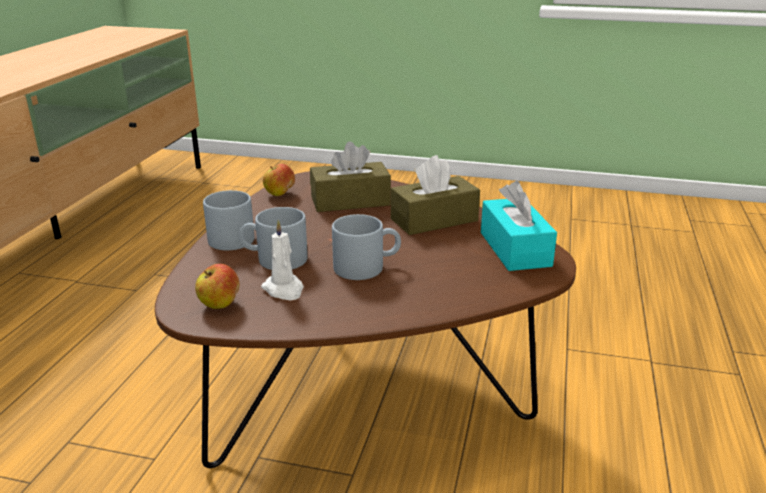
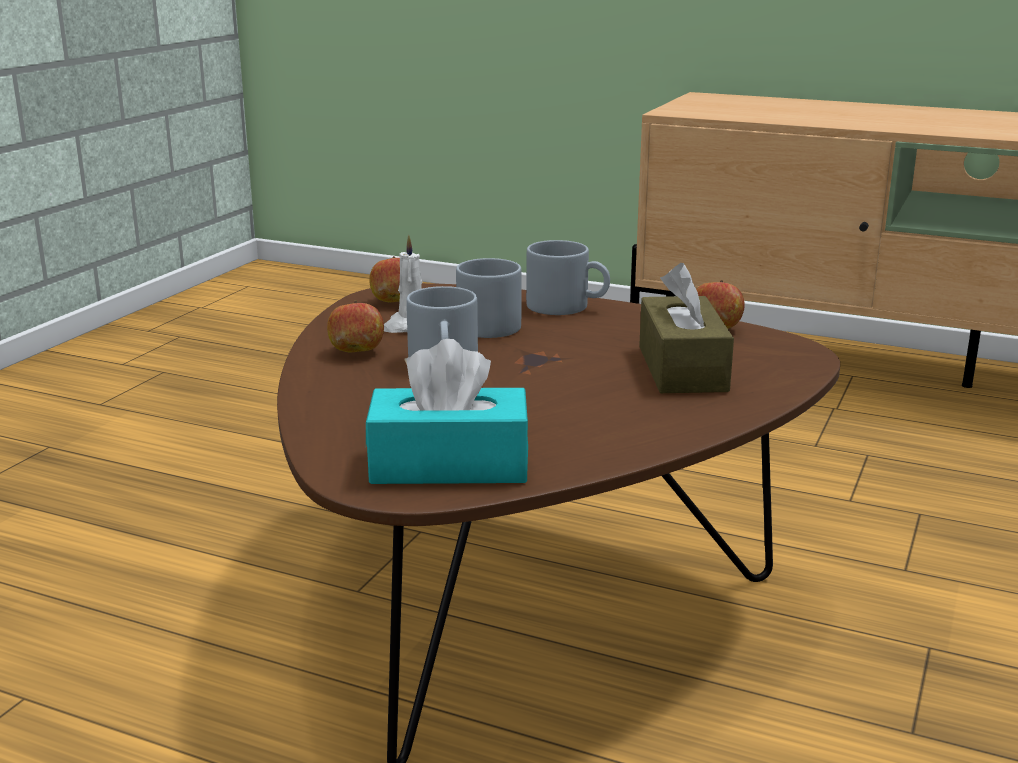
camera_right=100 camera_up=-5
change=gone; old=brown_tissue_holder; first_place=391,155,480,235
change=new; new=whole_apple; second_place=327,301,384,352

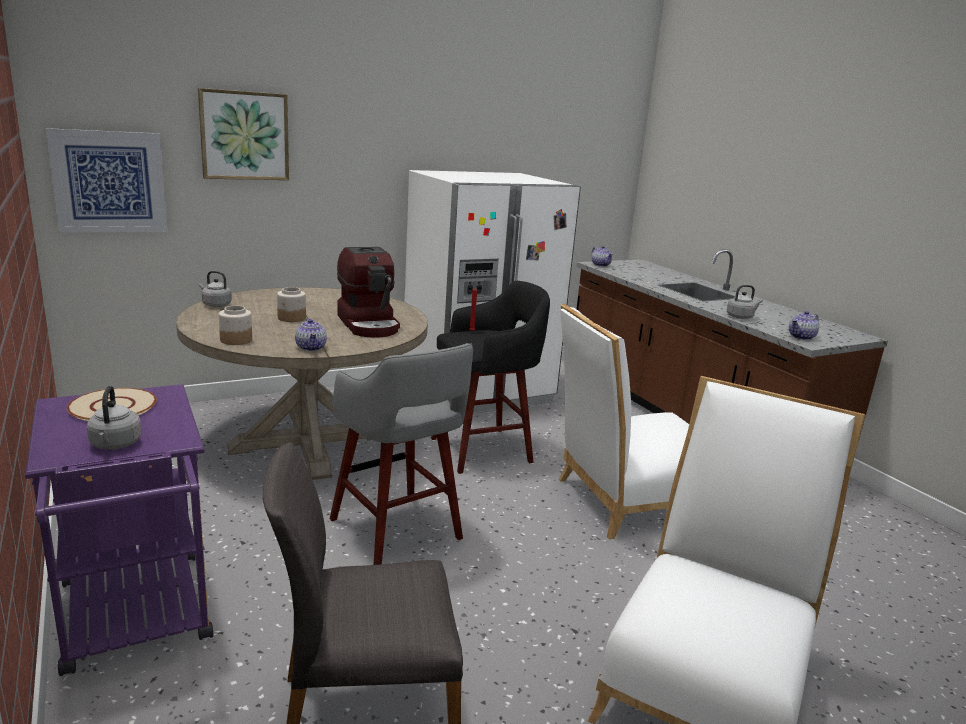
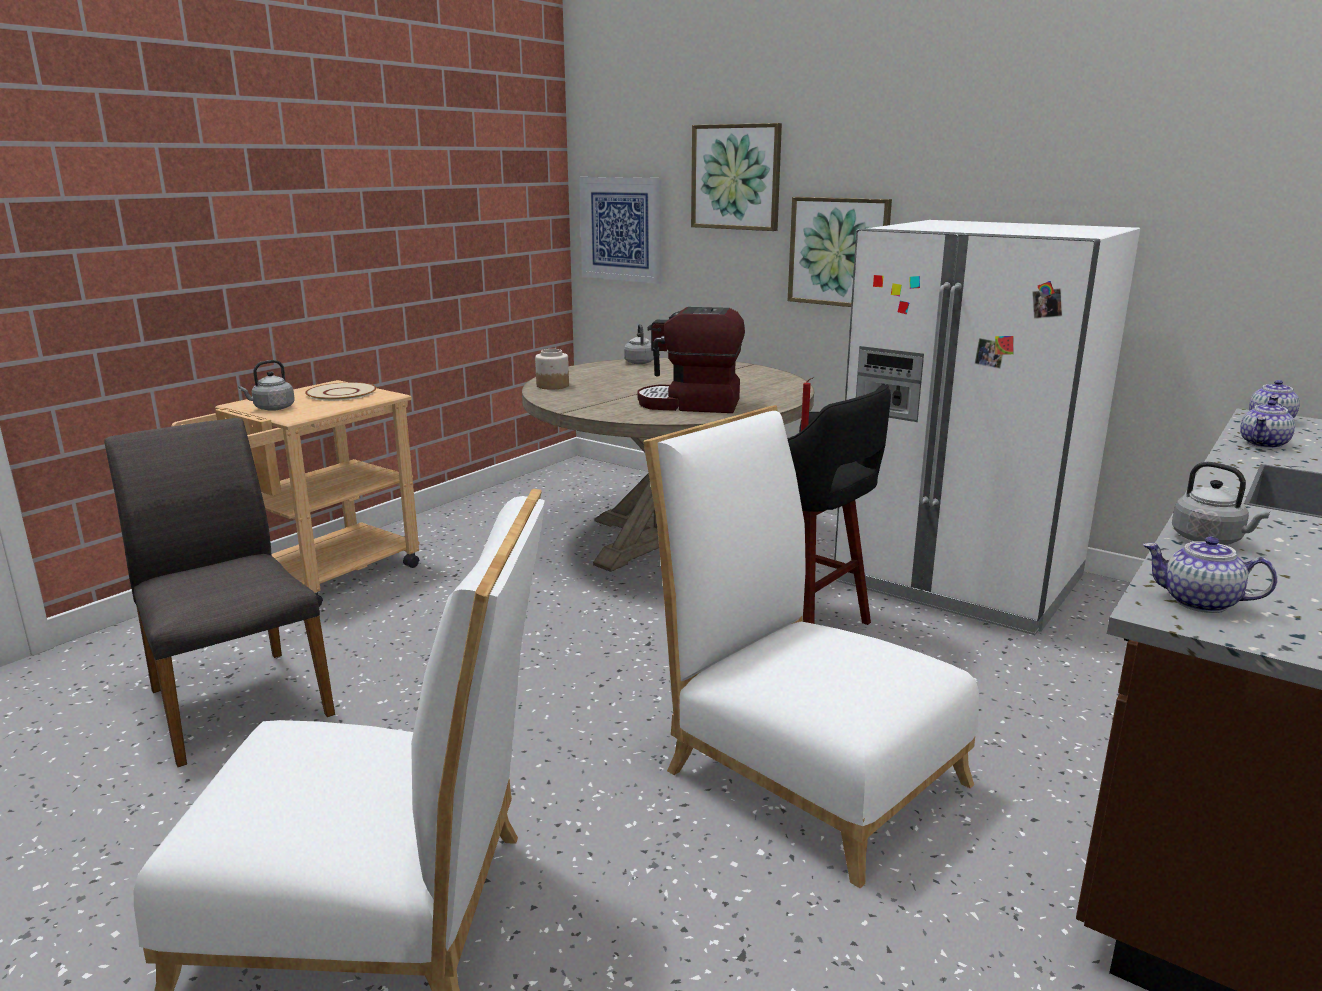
camera_right=65 camera_up=0
change=repainted; old=purple_wheeled_cart; new=sand-coloured_wheeled_cart; first_place=25,384,213,676; second_place=171,380,420,607
change=gone; old=preserve_jar; first_place=277,287,306,322
change=shifted; old=tea_pot; first_place=295,319,327,351; second_place=1240,400,1295,448
change=gone; old=grey_stool_seat; first_place=330,343,473,565
change=rotated; old=coffee_brewer; first_place=337,247,400,338; second_place=637,307,745,413; degrees=60
change=new; new=wall_art; second_place=788,197,892,307

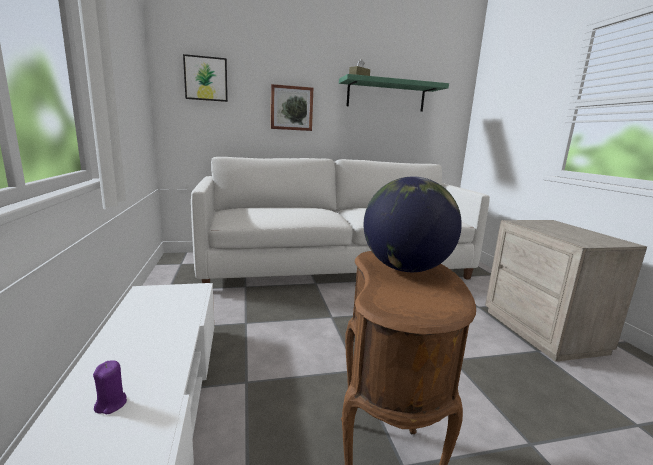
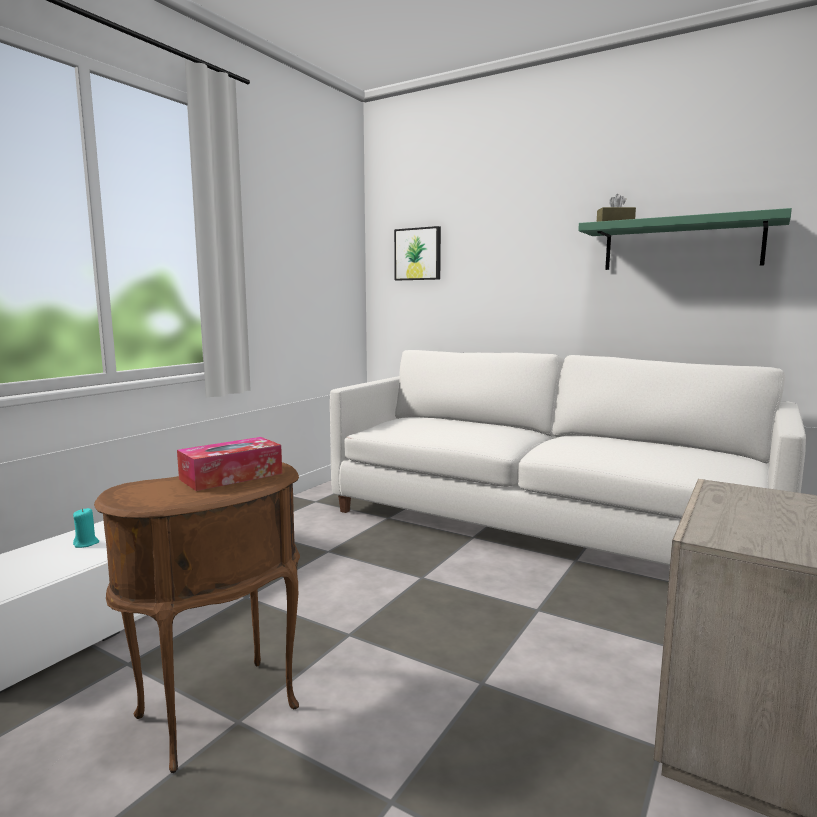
camera_right=45 camera_up=-5
change=repainted; old=purple_wax_light; new=turquoise_wax_light; first_place=93,360,127,414; second_place=73,508,99,548
change=gone; old=wall_art; first_place=271,84,313,131
change=swapped; old=globe; new=tissue_holder; first_place=364,177,462,272; second_place=177,437,282,491

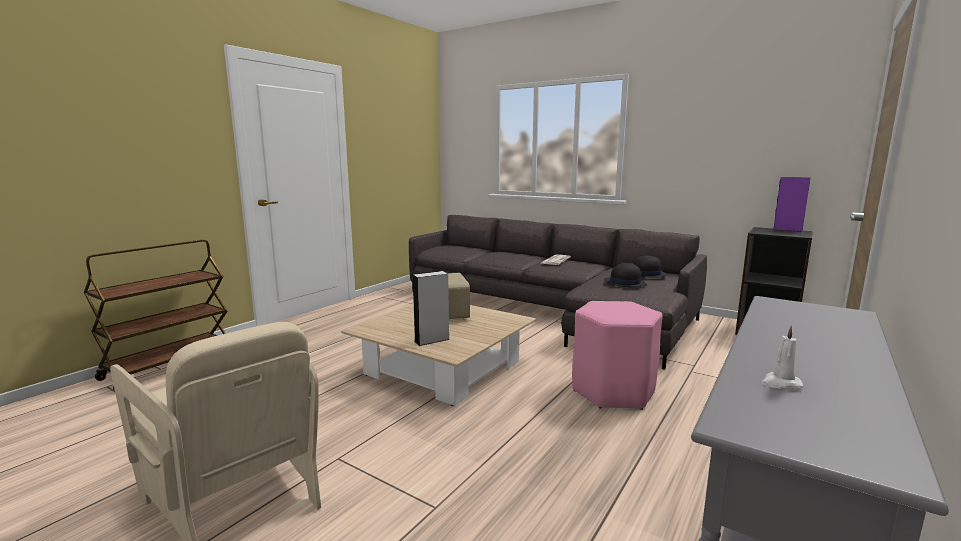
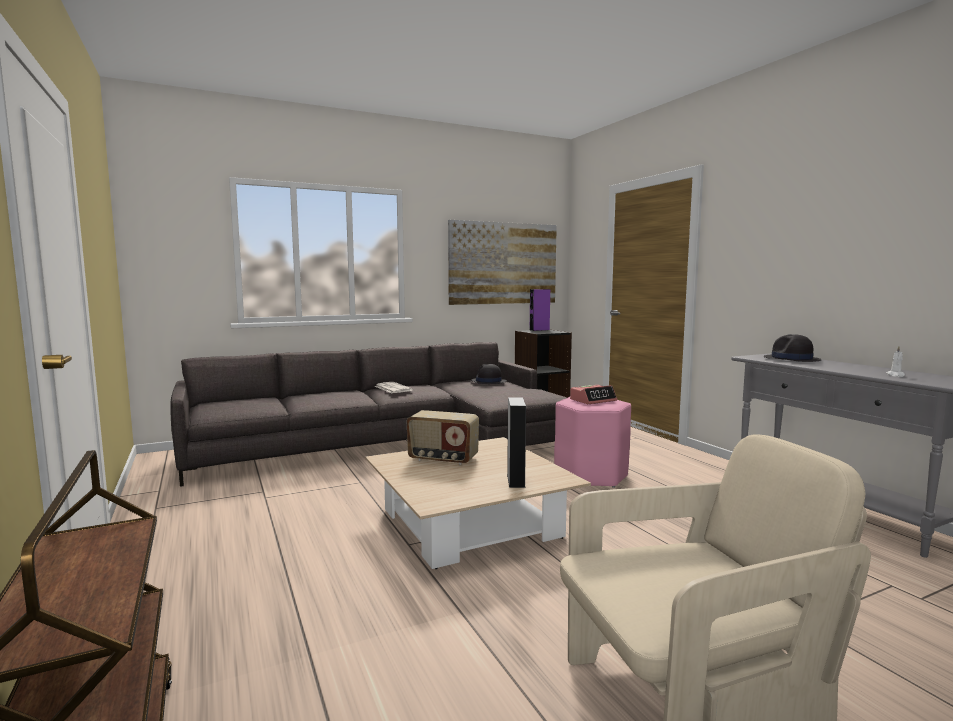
camera_right=-60 camera_up=-5
change=shifted; old=black_wearable_hat; first_place=604,262,647,287; second_place=764,334,822,362
change=new; new=wall_art; second_place=448,220,557,305
change=new; new=alarm_clock; second_place=570,385,617,404

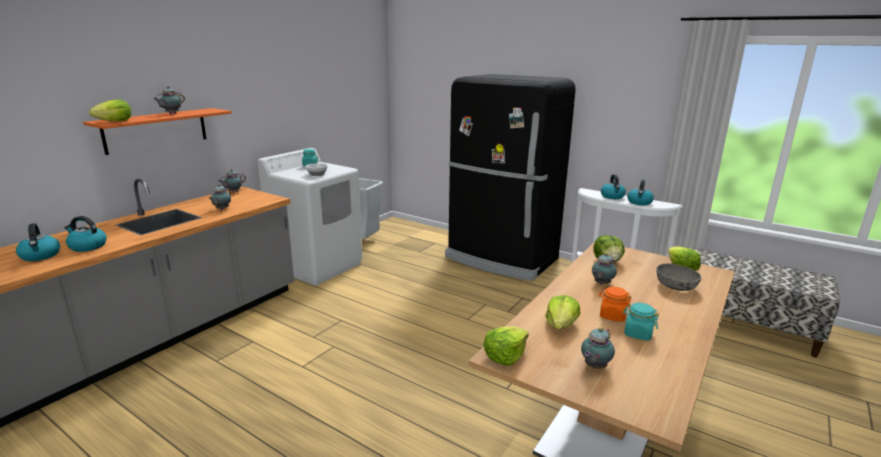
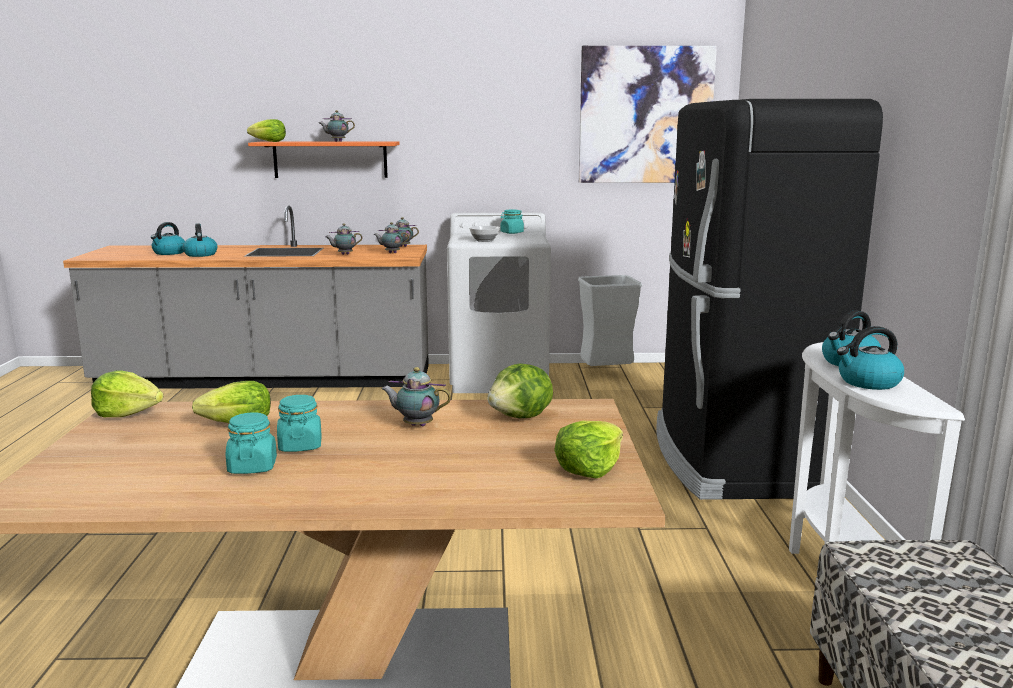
camera_right=55 camera_up=-5
change=shifted; old=tea_pot; first_place=581,327,615,369; second_place=373,222,409,253
change=repainted; old=orange-coloured_preserve_jar; new=turquoise_preserve_jar; first_place=599,287,631,322; second_place=277,395,322,452
change=gone; old=grey_deep_dish; first_place=656,263,701,291
change=new; new=wall_art; second_place=579,46,717,183

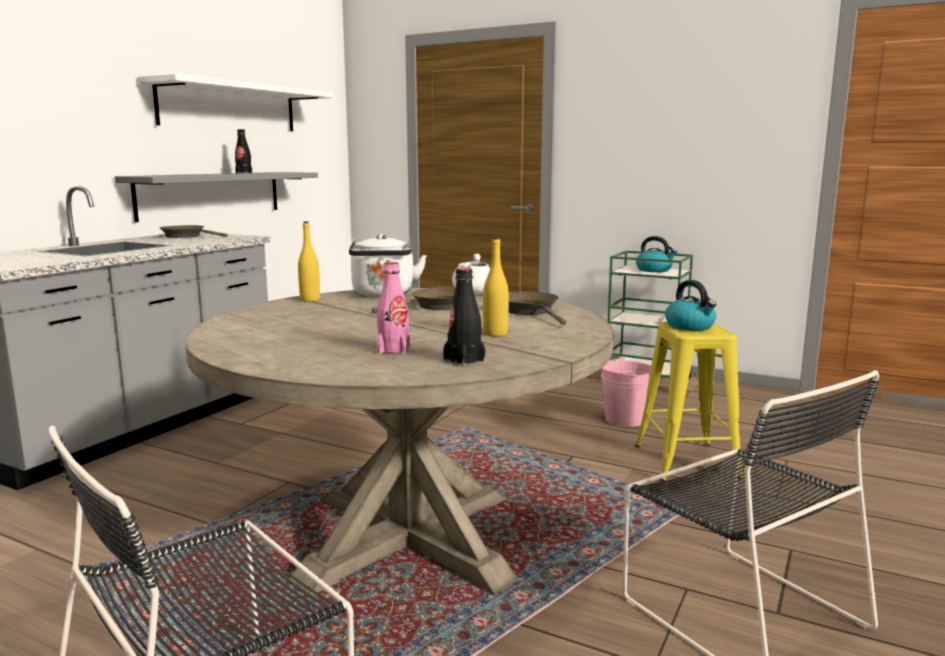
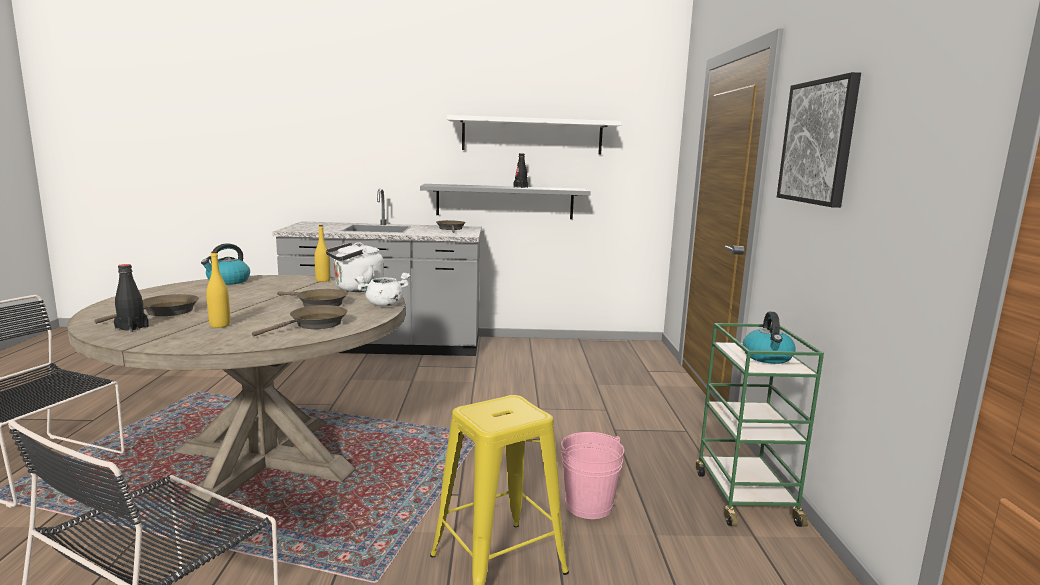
camera_right=60 camera_up=0
change=swapped; old=pink-coloured_beverage_bottle; new=brown_skillet; first_place=377,262,410,354; second_place=94,294,199,324
change=shifted; old=kettle; first_place=665,280,716,331; second_place=201,244,250,285
change=new; new=wall_art; second_place=777,72,861,208

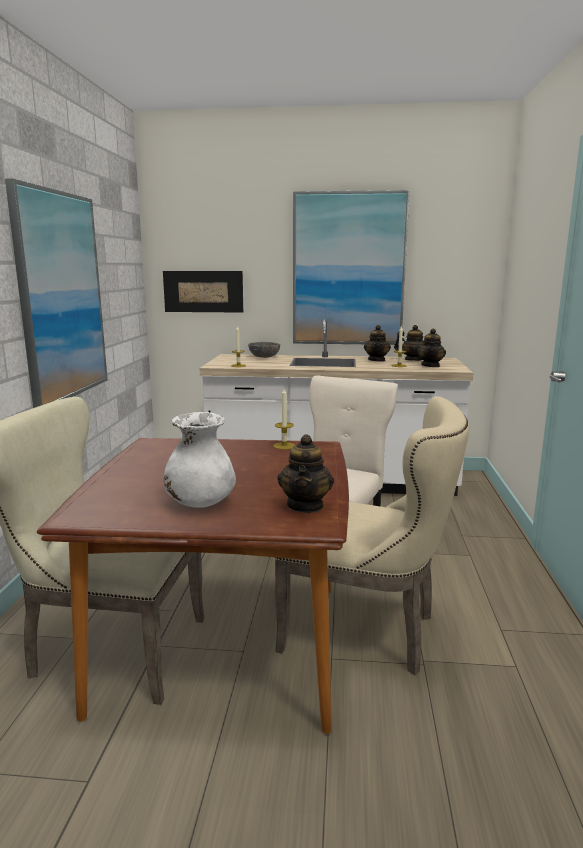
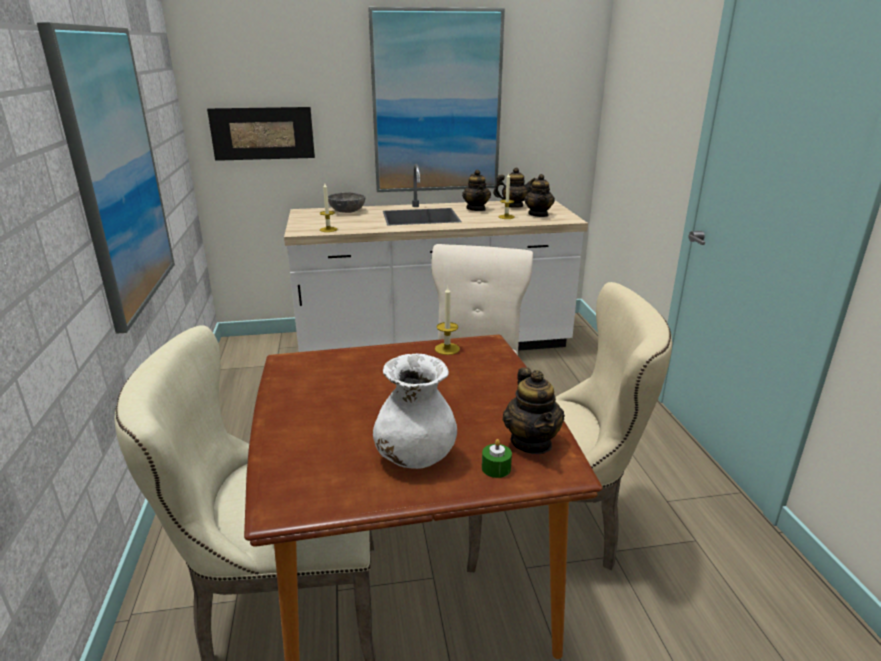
camera_right=-15 camera_up=10
change=new; new=greenish_wax_light; second_place=482,439,512,478

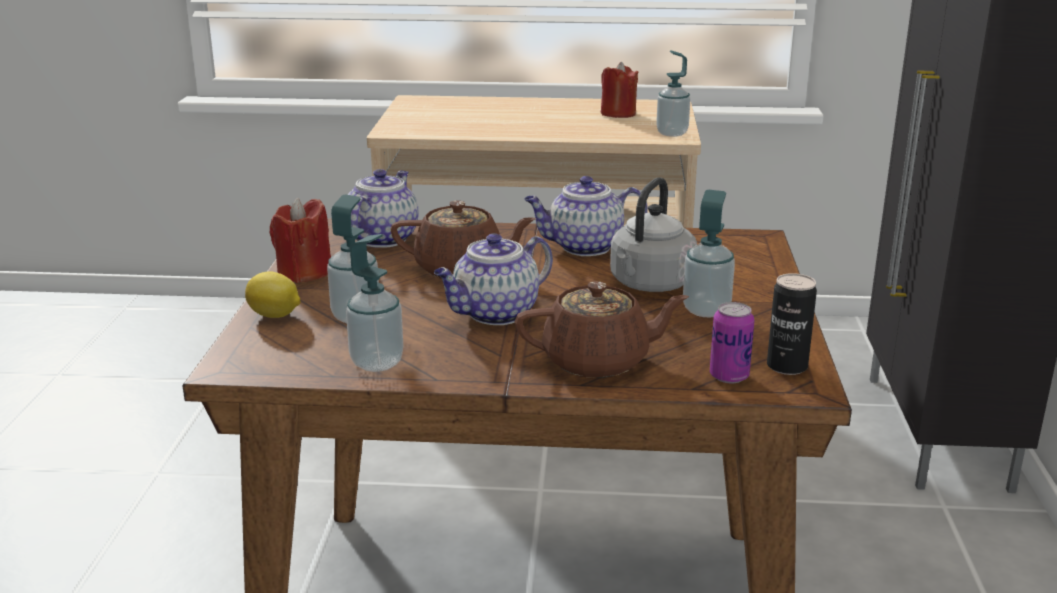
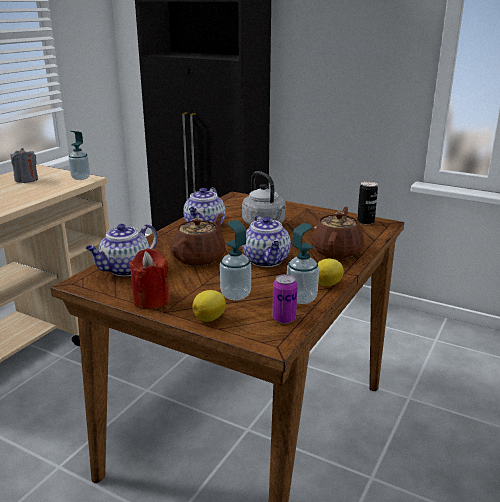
camera_right=-65 camera_up=0
change=rotated; old=tea_pot; first_place=348,169,418,248; second_place=86,224,158,276; degrees=-90
change=repainted; old=red_wax_light; new=grey_wax_light; first_place=601,62,638,118; second_place=11,148,38,183
change=gone; old=soap_bottle; first_place=683,190,735,318
change=shifted; old=metal_can; first_place=710,302,754,383; second_place=272,274,297,324
change=new; new=lemon; second_place=318,259,344,286

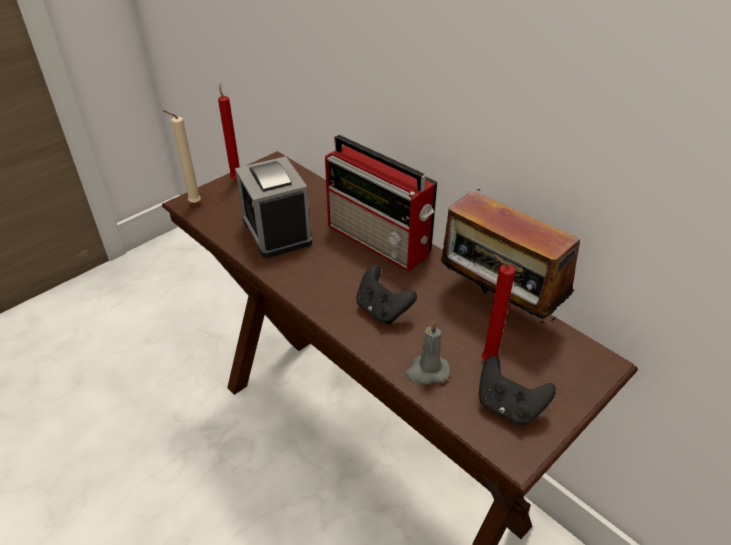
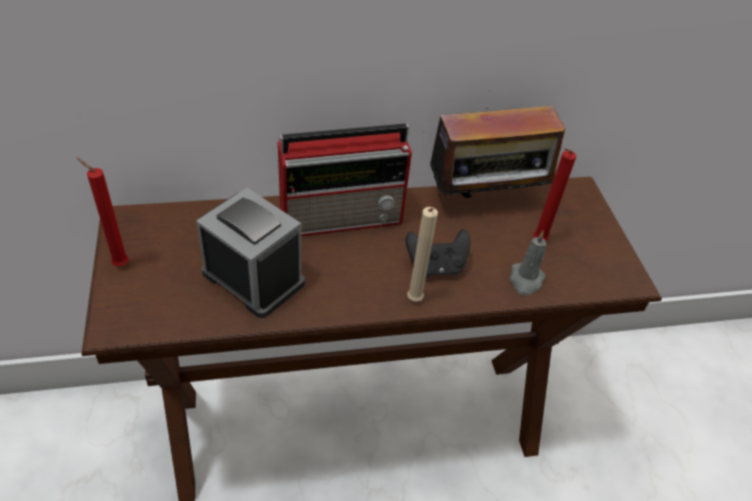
camera_right=-60 camera_up=5
change=shifted; old=sand-coloured_wax_light; first_place=162,110,201,203; second_place=407,207,438,301
change=rotated; old=alarm_clock; first_place=235,156,312,258; second_place=196,188,305,318; degrees=-150
change=gone; old=black_joypad; first_place=479,356,556,425

